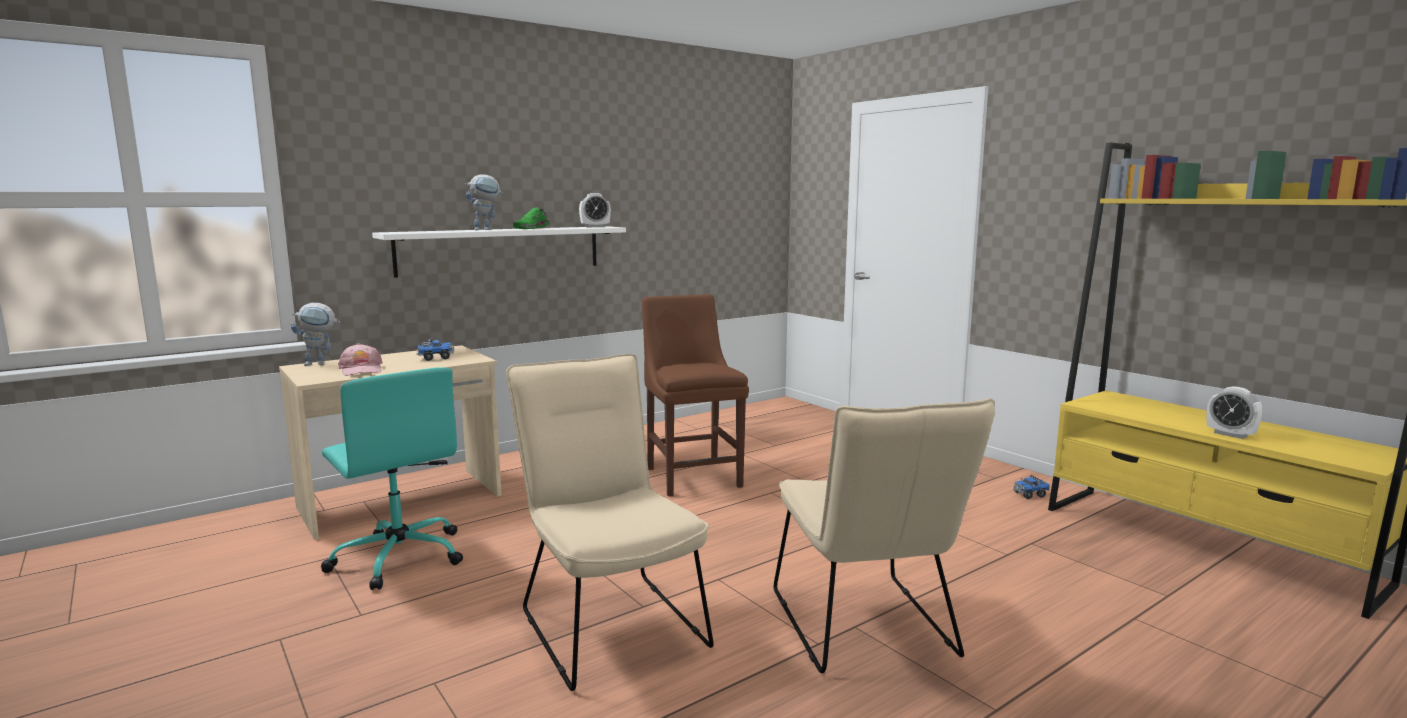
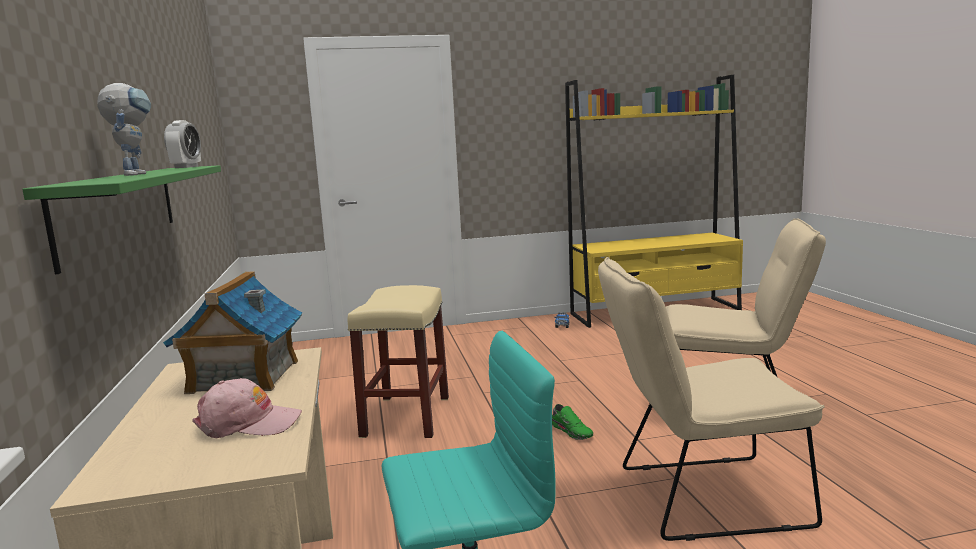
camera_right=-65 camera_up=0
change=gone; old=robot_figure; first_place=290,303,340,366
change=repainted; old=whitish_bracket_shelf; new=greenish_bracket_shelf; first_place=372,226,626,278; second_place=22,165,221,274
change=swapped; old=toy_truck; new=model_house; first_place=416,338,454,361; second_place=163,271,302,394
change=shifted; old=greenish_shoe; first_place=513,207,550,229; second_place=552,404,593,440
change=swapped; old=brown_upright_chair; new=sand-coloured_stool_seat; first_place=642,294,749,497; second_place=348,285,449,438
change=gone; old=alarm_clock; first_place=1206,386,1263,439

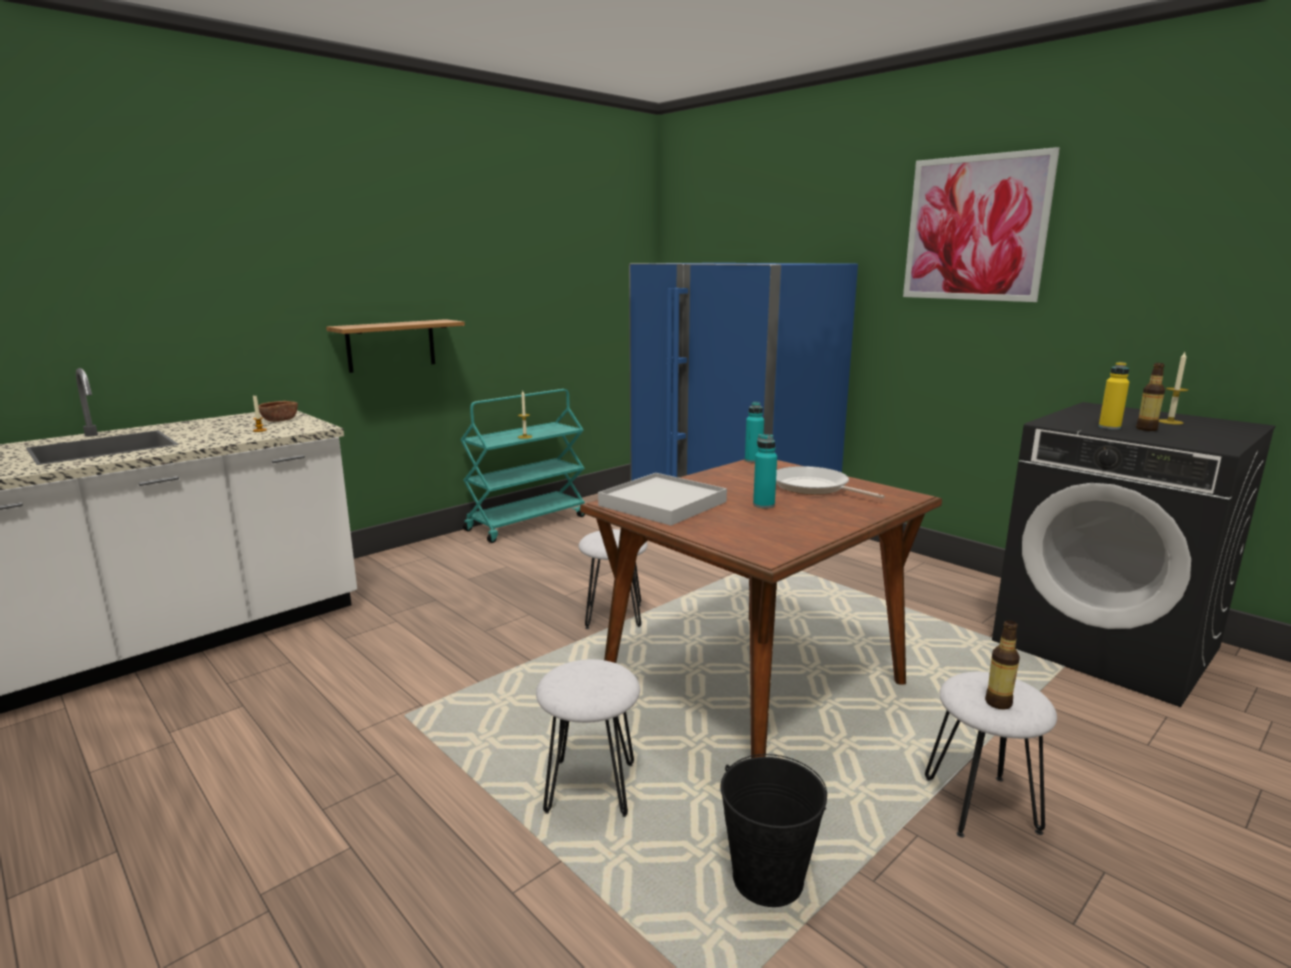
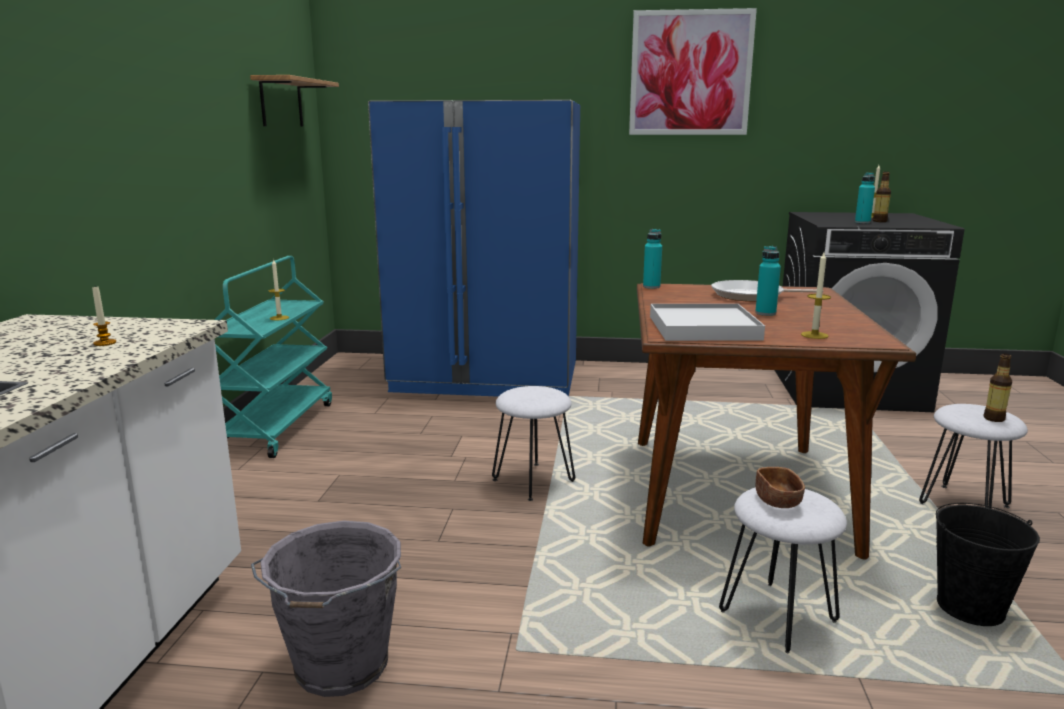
camera_right=-40 camera_up=0
change=shifted; old=brown_deep_dish; first_place=258,401,298,422; second_place=756,467,805,508
change=shifted; old=bracket_shelf; first_place=326,319,465,373; second_place=250,75,339,127
change=repainted; old=yellowish_beverage_bottle; new=turquoise_beverage_bottle; first_place=1099,362,1129,430; second_place=855,172,875,224
change=new; new=grey_bucket; second_place=251,520,401,697
change=new; new=wax_light; second_place=801,253,831,339

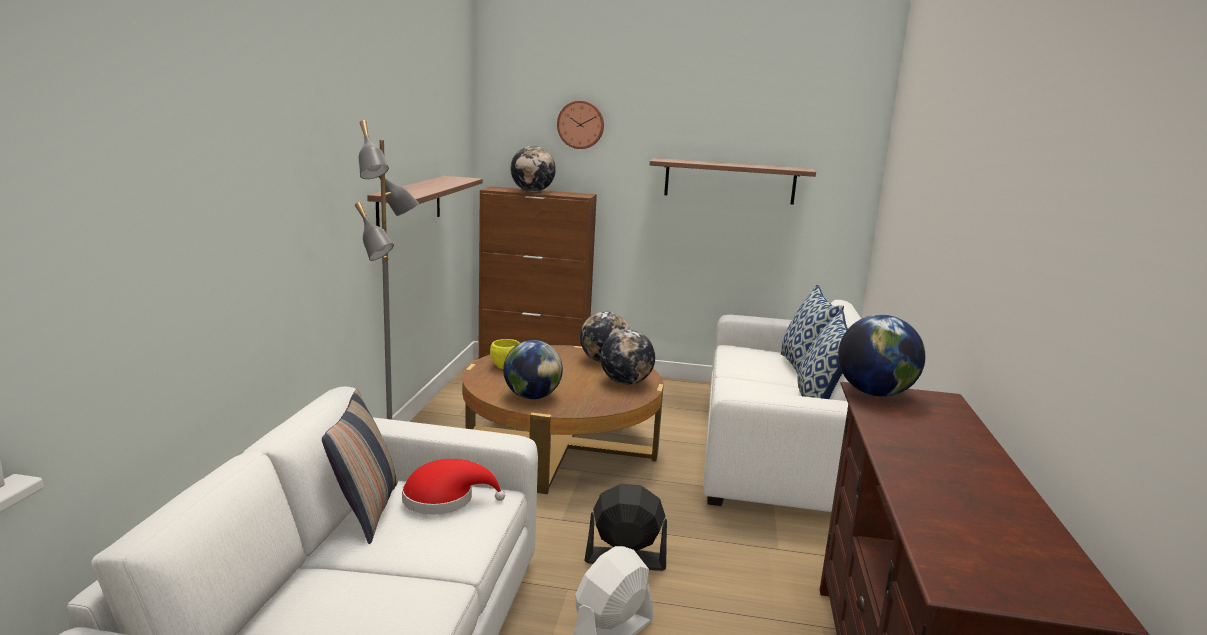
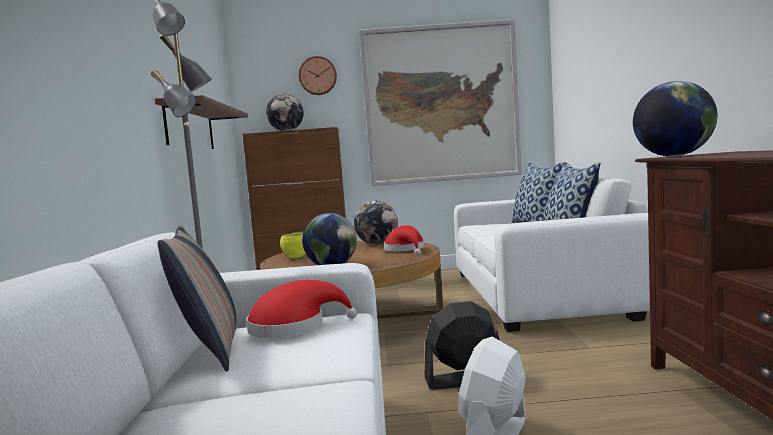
camera_right=-10 camera_up=-10
change=swapped; old=globe; new=red_wearable_hat; first_place=600,329,655,385; second_place=384,225,424,255
change=swapped; old=bracket_shelf; new=wall_art; first_place=650,158,816,205; second_place=359,19,522,186

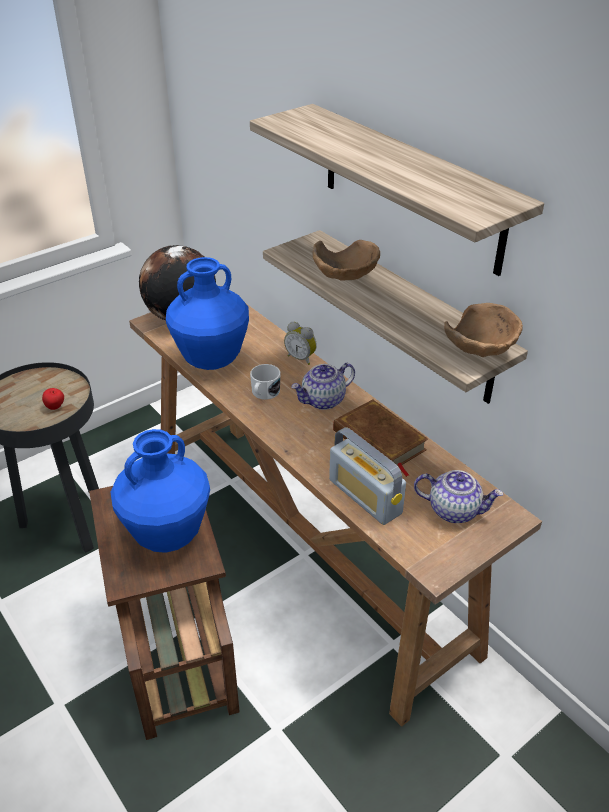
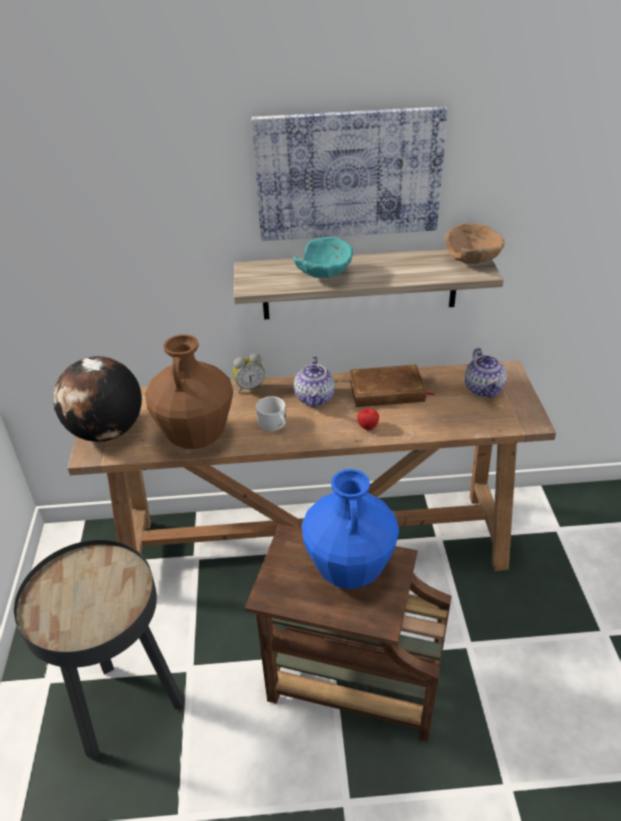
camera_right=-55 camera_up=0
change=shifted; old=whole_apple; first_place=42,388,64,410; second_place=357,408,379,430
change=repainted; old=bluish_vase; new=brown_vase; first_place=166,257,249,370; second_place=145,334,233,449
change=swapped; old=bracket_shelf; new=wall_art; first_place=250,104,544,276; second_place=252,106,447,241
change=repainted; old=brown_deep_dish; new=turquoise_deep_dish; first_place=312,240,380,281; second_place=293,237,353,278
change=gone; old=radio; first_place=329,427,406,525
change=rotated; old=tea_pot; first_place=414,470,504,523; second_place=464,348,507,398; degrees=120

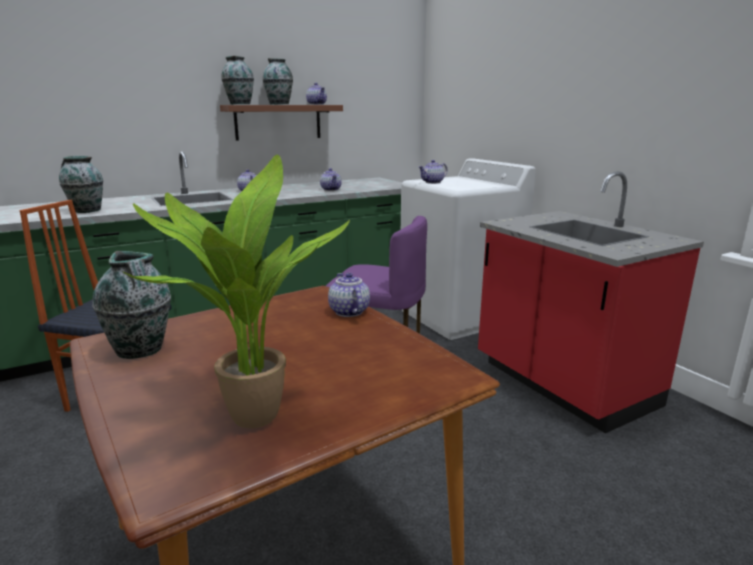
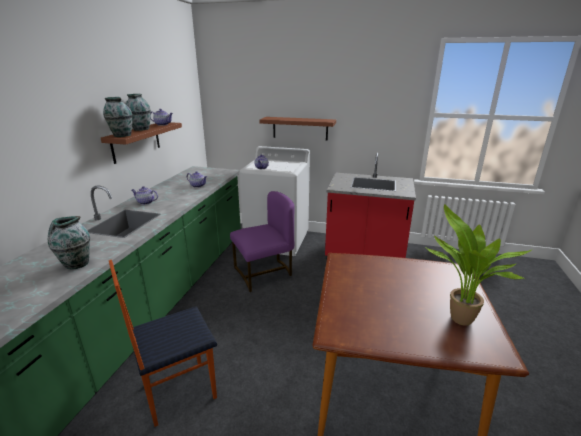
camera_right=-45 camera_up=5
change=gone; old=vase; first_place=92,251,171,359
change=gone; old=tea_pot; first_place=328,273,370,317
change=new; new=brown_bracket_shelf; second_place=259,117,336,141

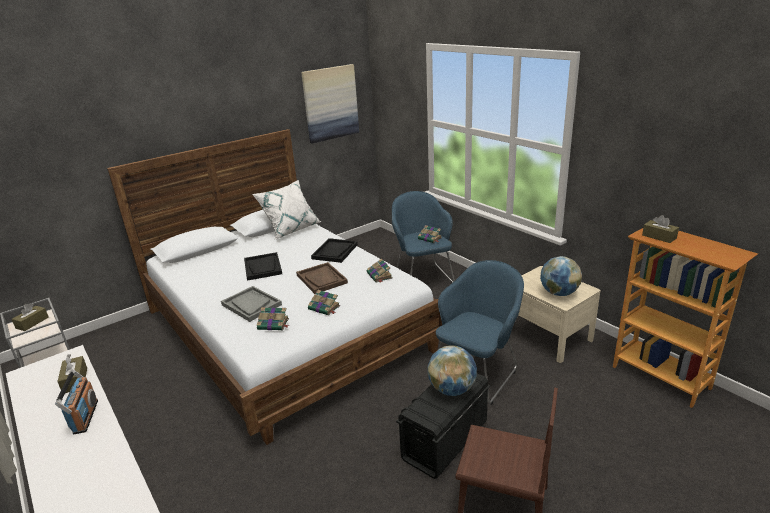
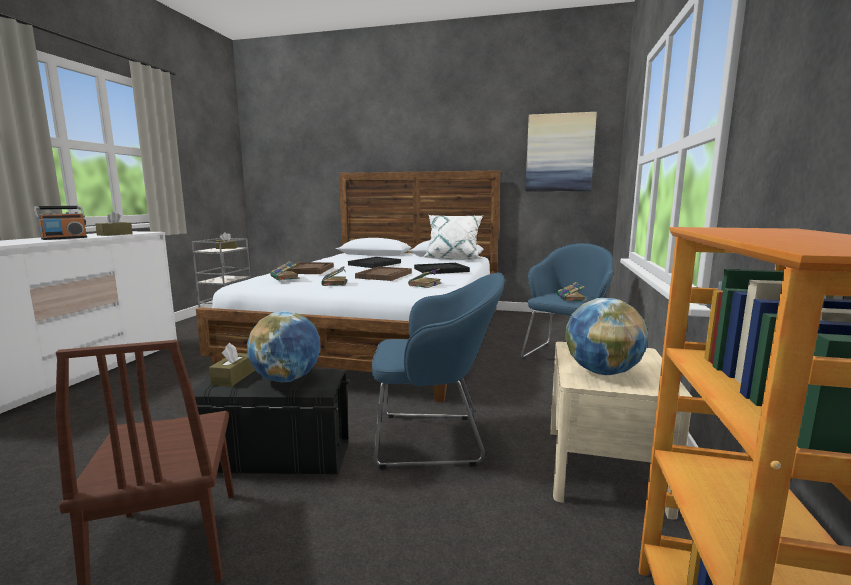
camera_right=50 camera_up=-15
change=repainted; old=grey_carrying_tray; new=brown_carrying_tray; first_place=221,286,282,322; second_place=287,262,334,274
change=shifted; old=brown_tissue_holder; first_place=642,215,679,243; second_place=209,343,255,387

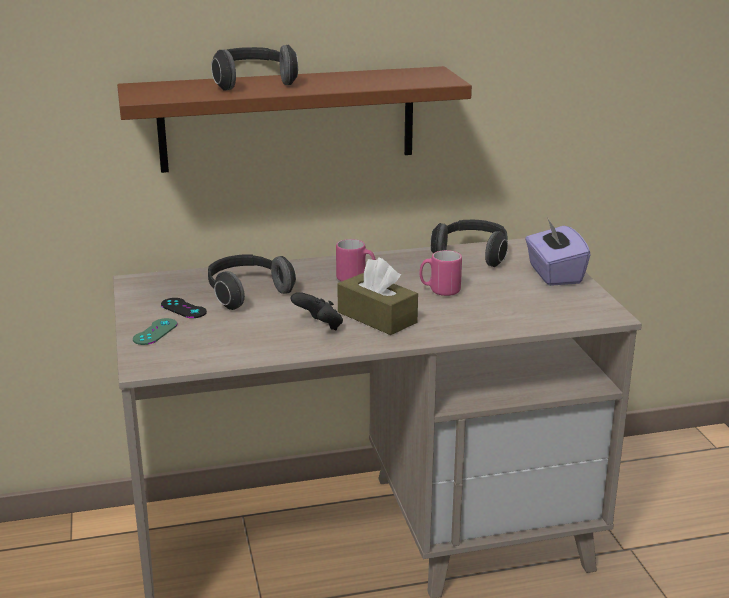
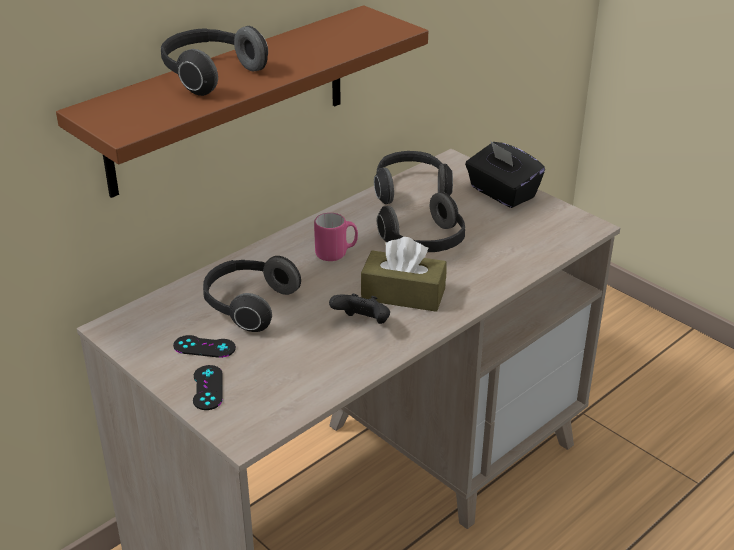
camera_right=-30 camera_up=10
change=repainted; old=greenish_joypad; new=black_joypad; first_place=133,318,177,345; second_place=193,365,223,410
change=swapped; old=pink-coloured_mug; new=pair_of_headphones; first_place=419,250,462,296; second_place=377,191,465,252
change=repainted; old=purple_tissue_holder; new=black_tissue_holder; first_place=525,217,591,286; second_place=465,141,545,208

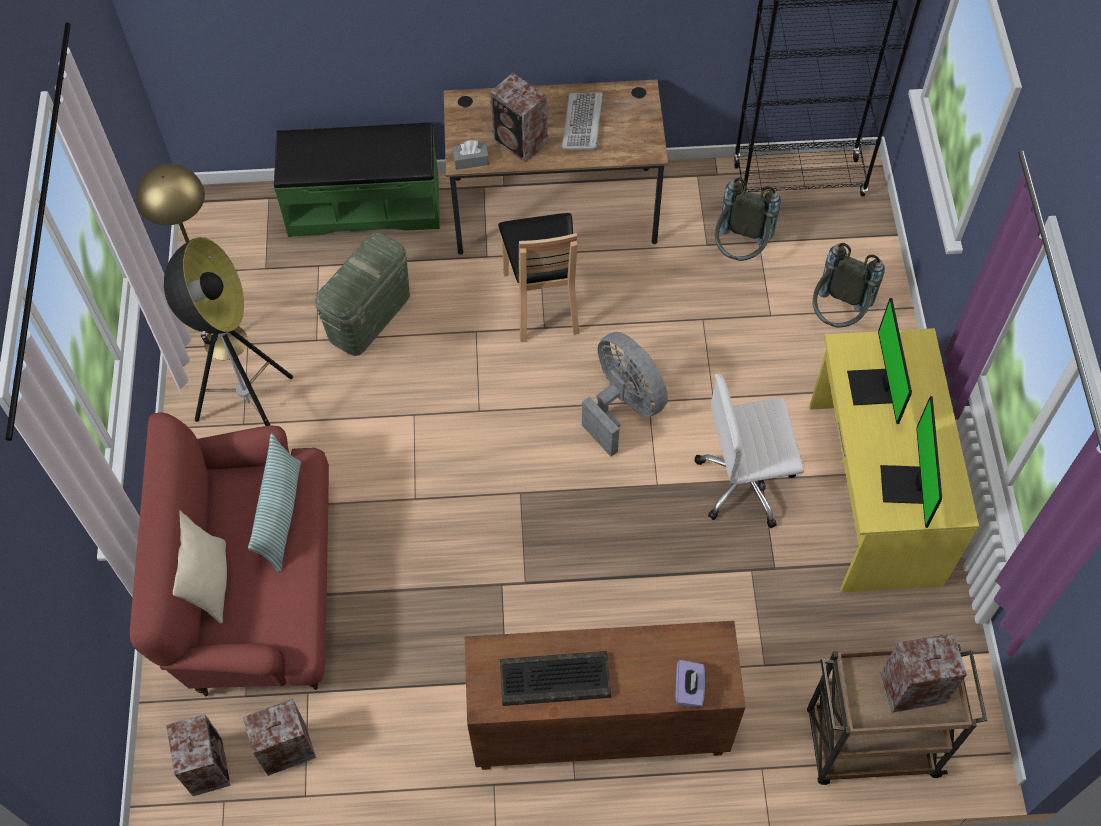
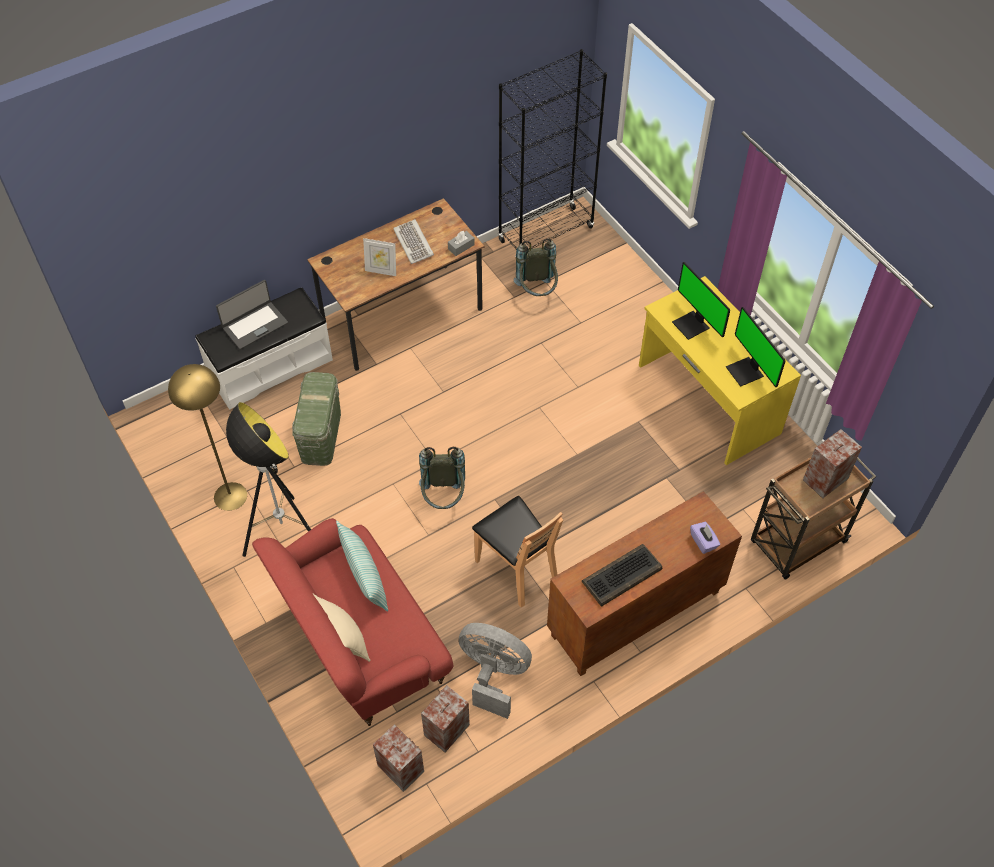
camera_right=-30 camera_up=-5
change=repainted; old=greenish_indoor_bench; new=whitish_indoor_bench; first_place=274,122,440,237; second_place=196,287,333,410
change=shifted; old=grey_tissue_holder; first_place=452,140,489,170; second_place=448,231,475,256
change=swapped; old=loudspeaker; new=standing_frame; first_place=489,73,548,163; second_place=363,238,396,276
change=shifted; old=brown_upright_chair; first_place=498,213,579,342; second_place=472,496,563,607
change=shifted; old=grey_cooling_fan; first_place=582,332,668,457; second_place=459,623,532,719
change=gone; old=whitish_computer_chair; first_place=694,374,804,528
change=shifted; old=grey_rucksack; first_place=813,243,885,327; second_place=419,447,465,509
change=new; new=portable_computer; second_place=216,280,288,350

